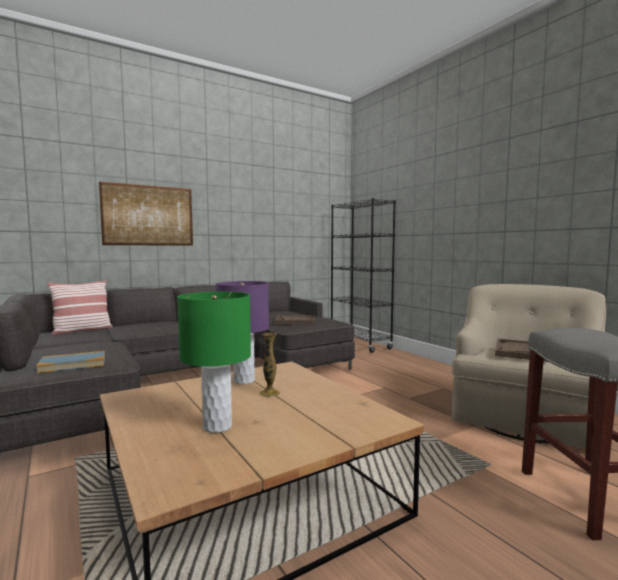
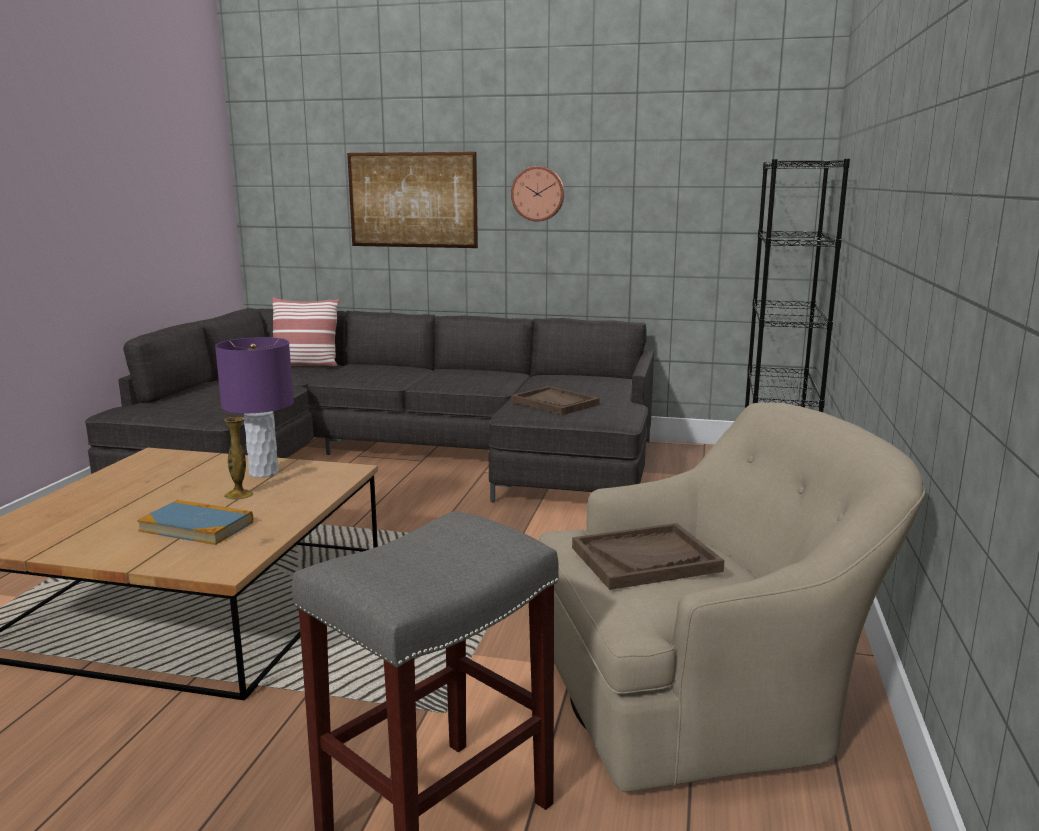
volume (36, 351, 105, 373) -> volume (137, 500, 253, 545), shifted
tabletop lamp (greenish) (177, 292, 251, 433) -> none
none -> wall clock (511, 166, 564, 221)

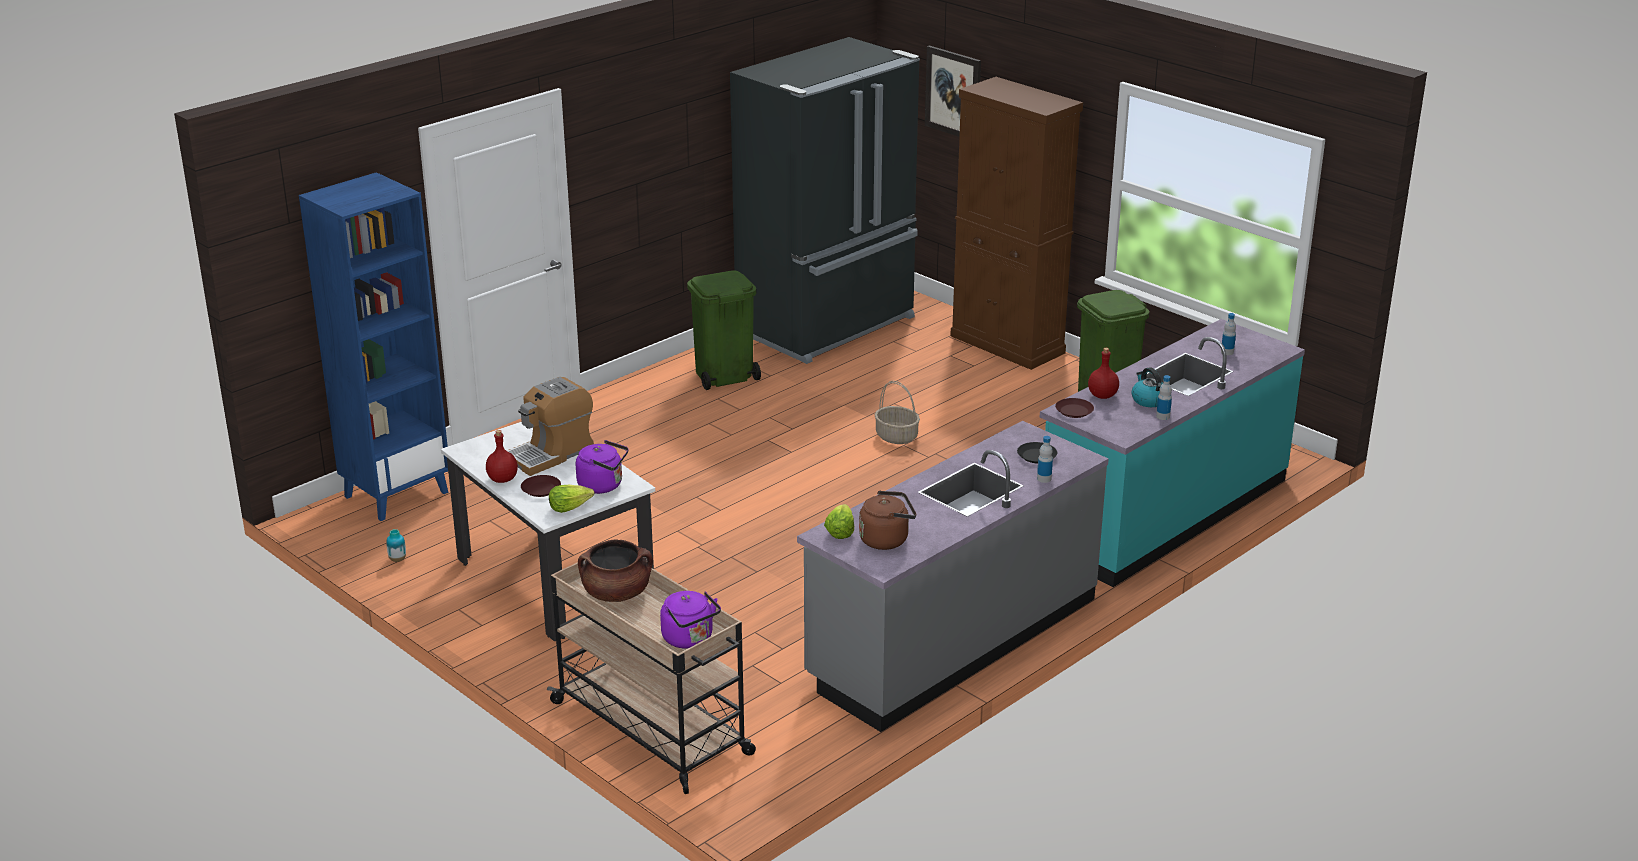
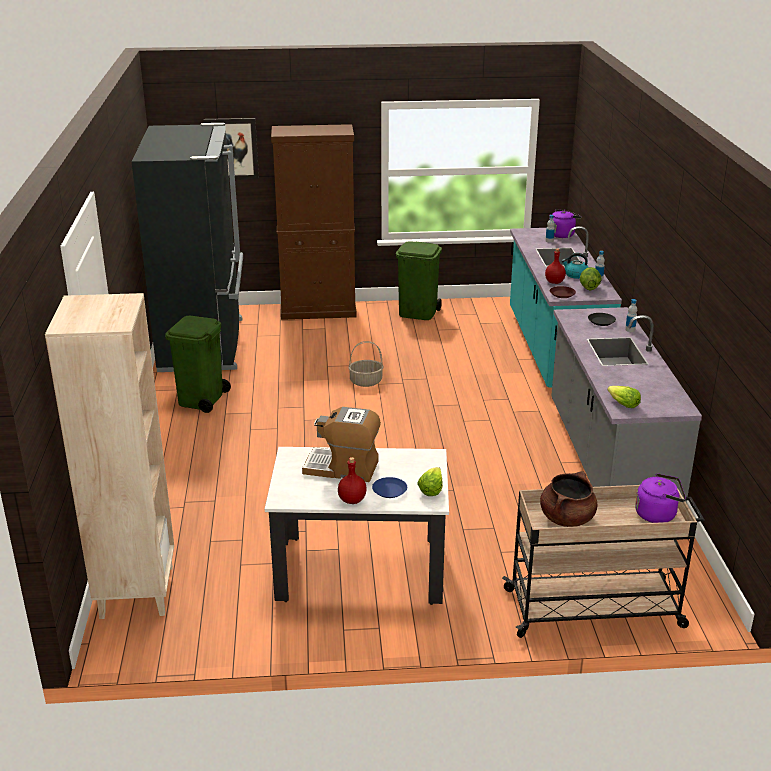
bookshelf (blue-coloured) (299, 172, 448, 521) -> bookshelf (beige) (45, 293, 174, 619)
vase (386, 529, 406, 562) -> none
coffee machine (507, 377, 594, 476) -> coffee machine (302, 407, 381, 482), 105 degrees clockwise
flat dish (brown) (521, 475, 561, 497) -> flat dish (blue-coloured) (372, 477, 407, 498)
water kettle (purplish) (576, 440, 629, 494) -> water kettle (purplish) (549, 209, 581, 238), shifted
water kettle (brown) (859, 491, 916, 550) -> none
none -> lettuce (580, 267, 602, 291)

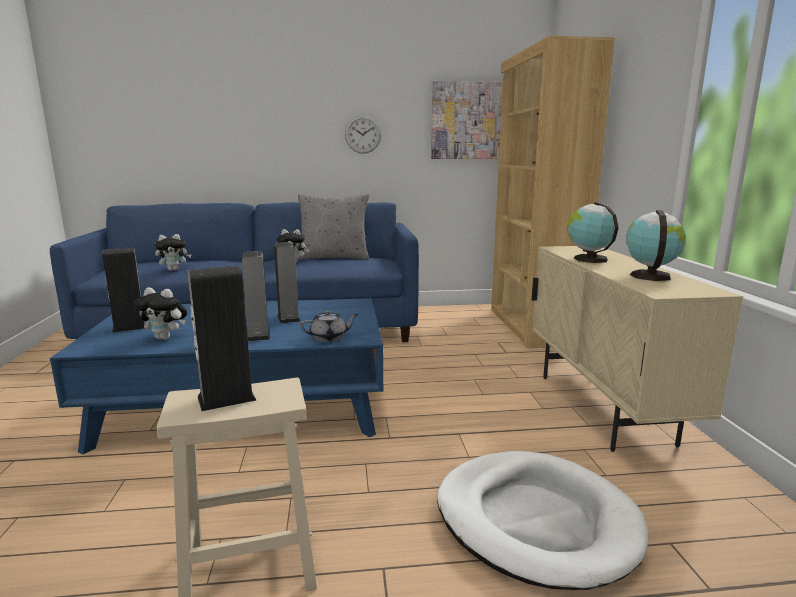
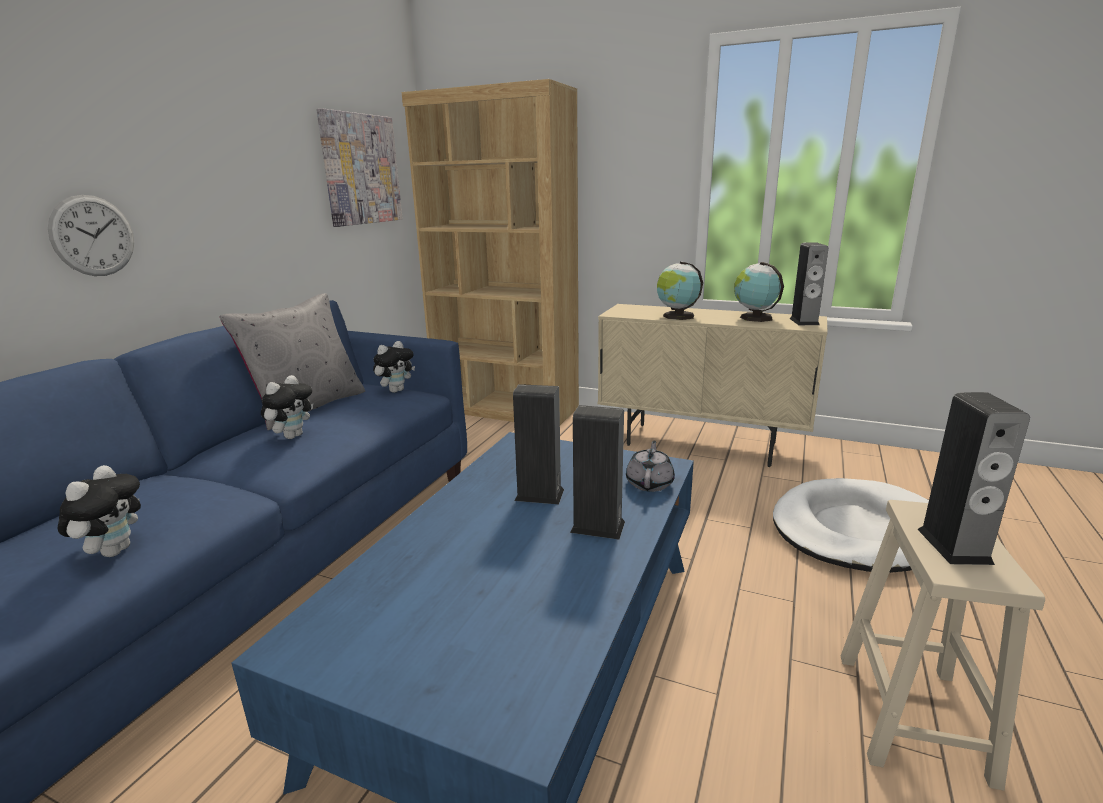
speaker (102, 248, 146, 333) -> speaker (790, 242, 828, 325), shifted
plush toy (134, 287, 187, 340) -> plush toy (373, 341, 415, 393), shifted
wall clock (345, 115, 381, 154) -> wall clock (48, 195, 134, 276), shifted

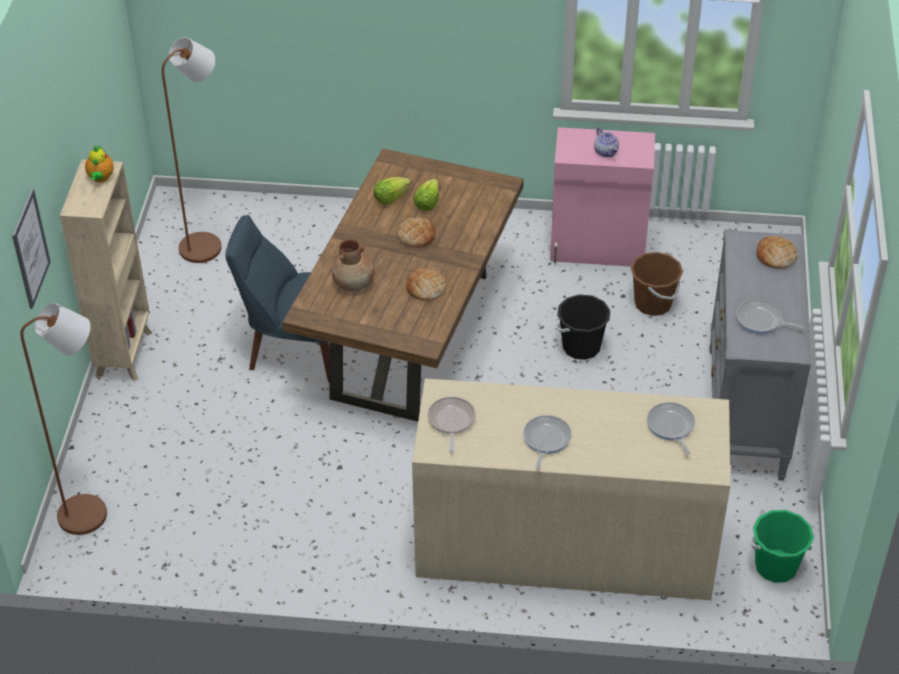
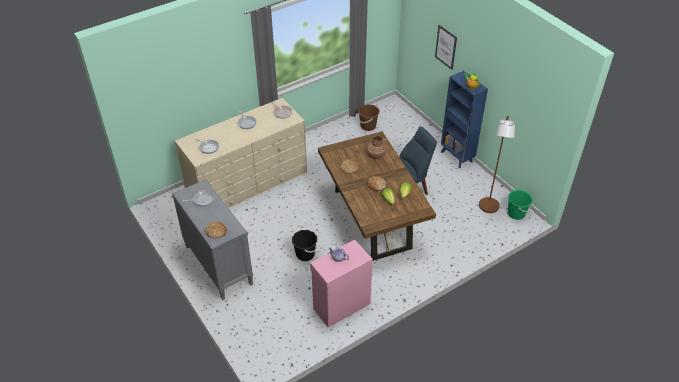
floor lamp (brown) (20, 303, 107, 535) -> none
bookshelf (beige) (60, 159, 152, 381) -> bookshelf (blue-coloured) (441, 71, 488, 168)
water bucket (brown) (631, 252, 683, 316) -> water bucket (brown) (358, 104, 380, 131), shifted
water bucket (greenish) (751, 510, 814, 583) -> water bucket (greenish) (508, 190, 533, 220), shifted

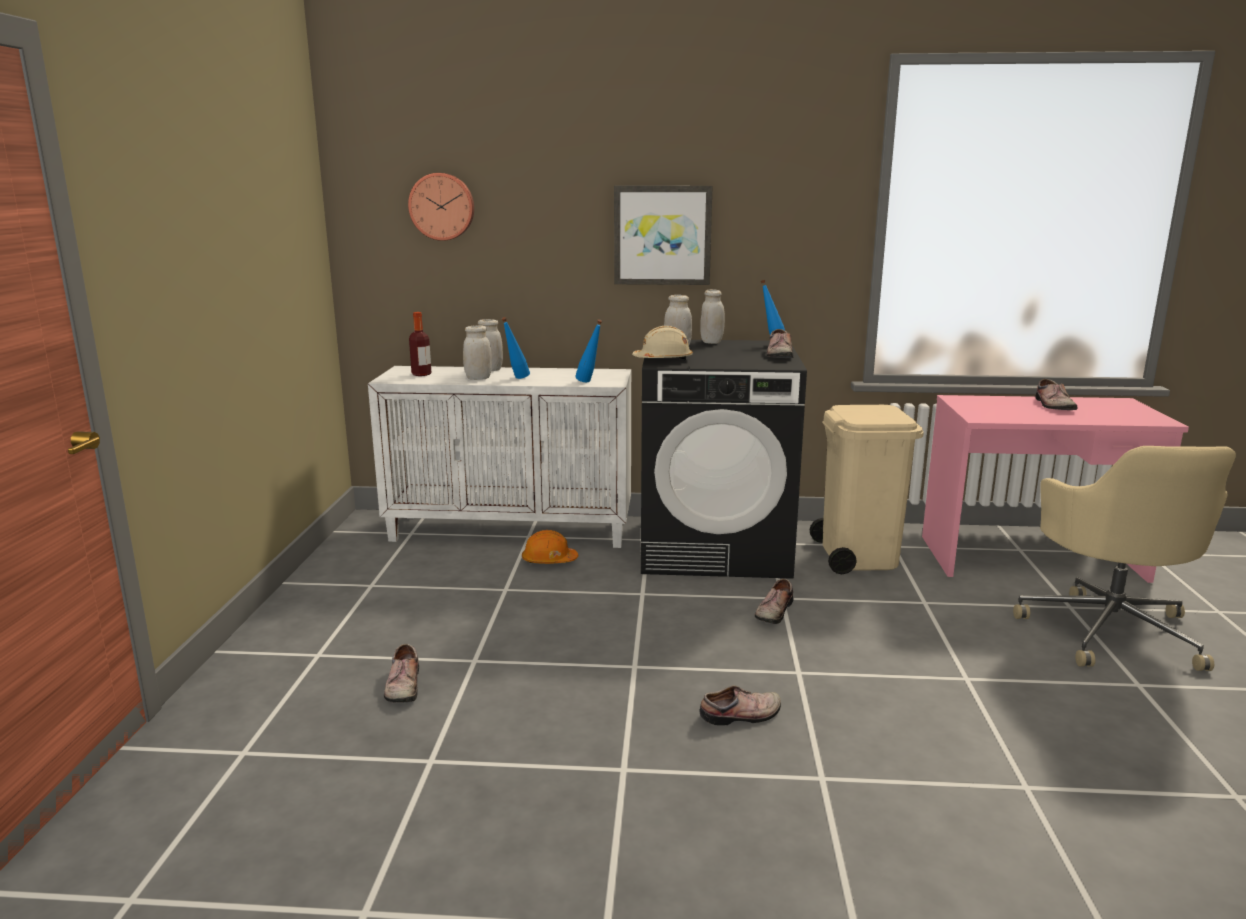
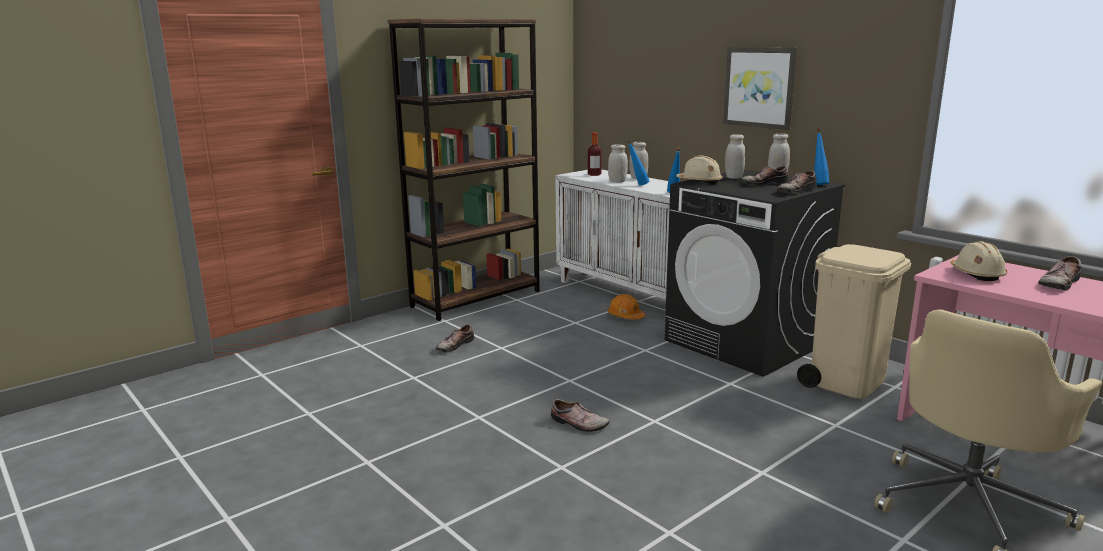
wall clock (408, 173, 474, 241) -> none
shoe (755, 579, 793, 624) -> shoe (741, 166, 788, 186), shifted
none -> bookshelf (brown) (388, 19, 540, 321)
none -> hard hat (beige) (950, 241, 1007, 281)

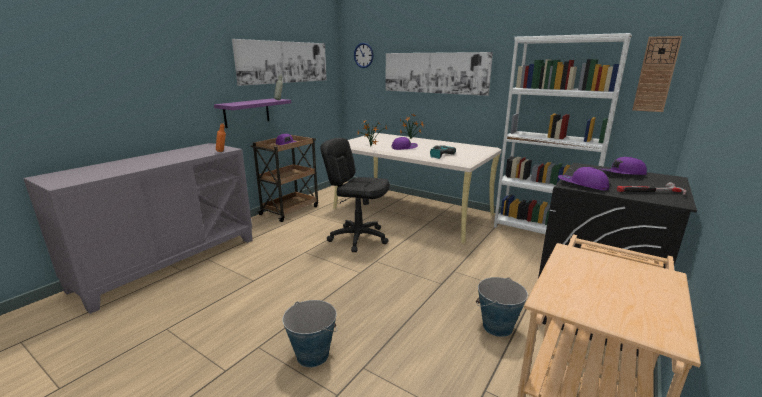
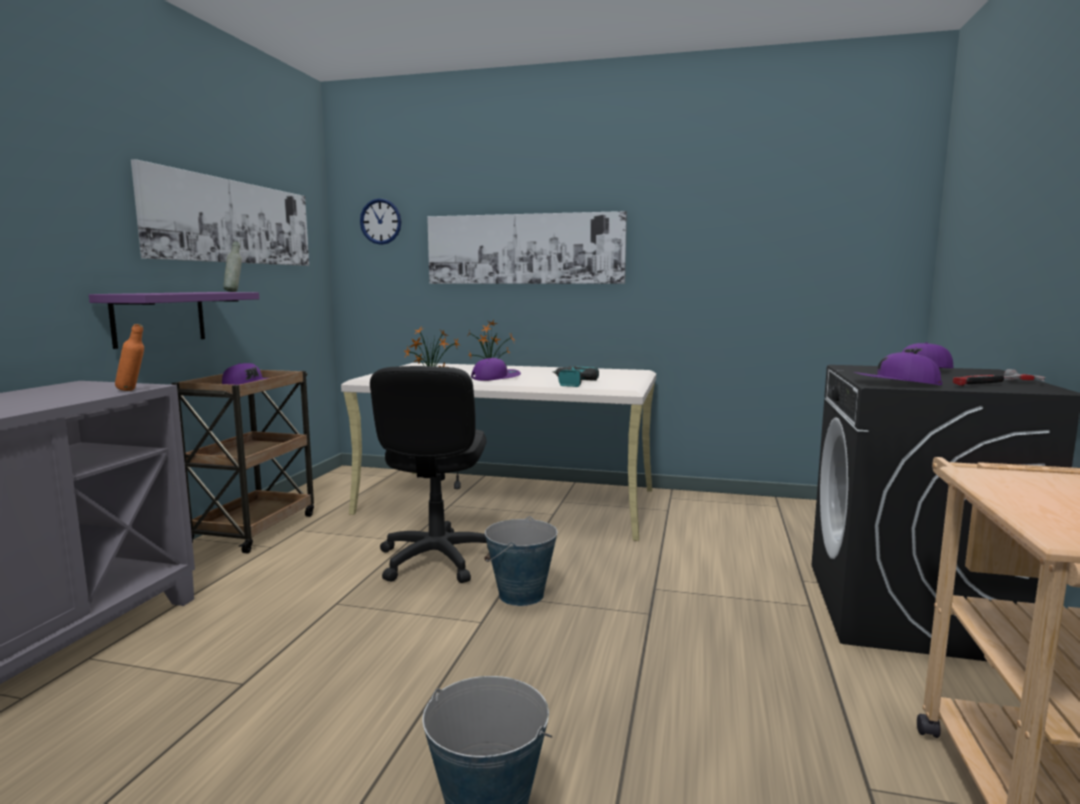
computer chair (blackish) (320, 138, 390, 252) -> computer chair (blackish) (370, 366, 489, 583), 90 degrees counterclockwise
water bucket (476, 277, 528, 337) -> water bucket (484, 516, 557, 606), shifted
bookshelf (white-coloured) (494, 33, 632, 234) -> none
wall clock (632, 36, 682, 112) -> none

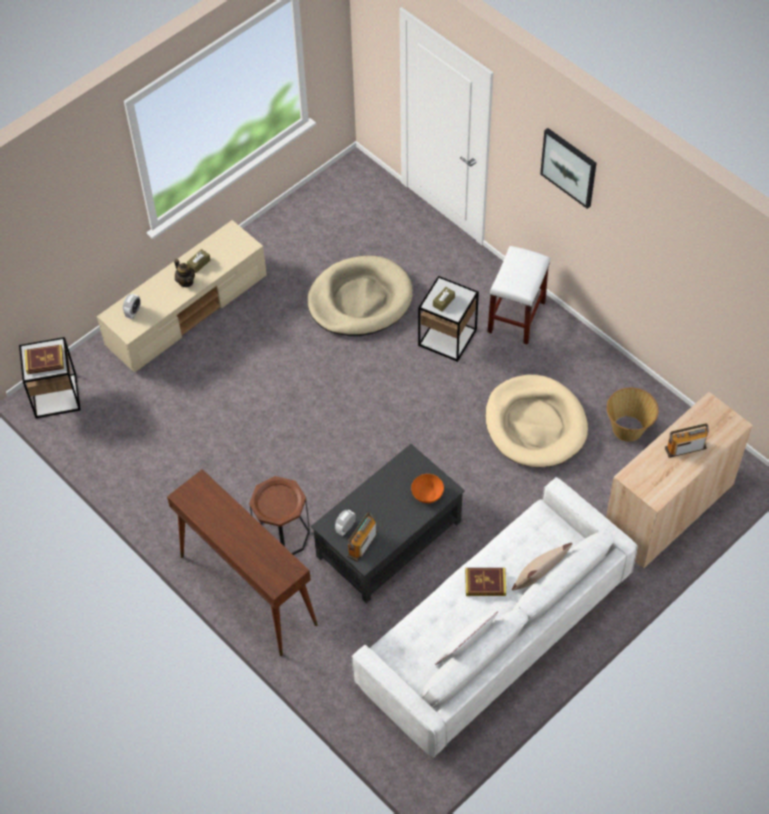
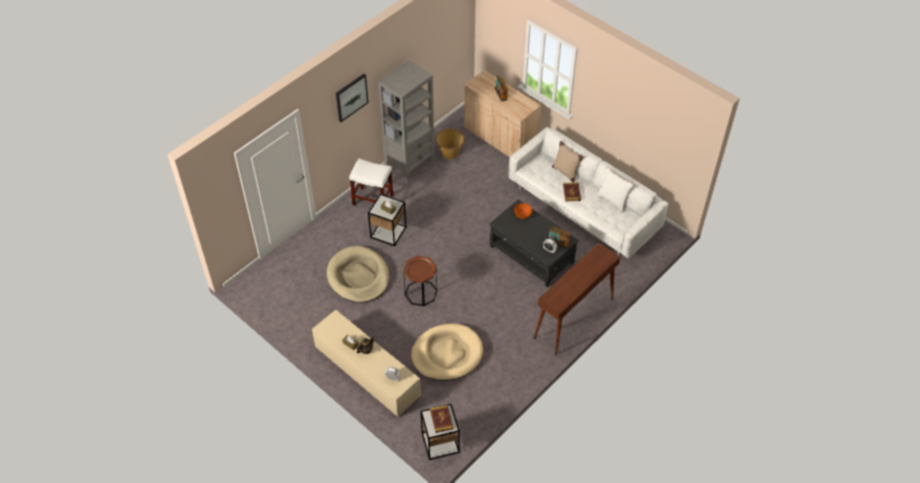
end table (brown) (249, 476, 310, 555) -> end table (brown) (403, 255, 437, 306), shifted
pet bed (beige) (485, 375, 588, 468) -> pet bed (beige) (411, 324, 483, 381), shifted
none -> bookshelf (grey) (378, 60, 435, 183)

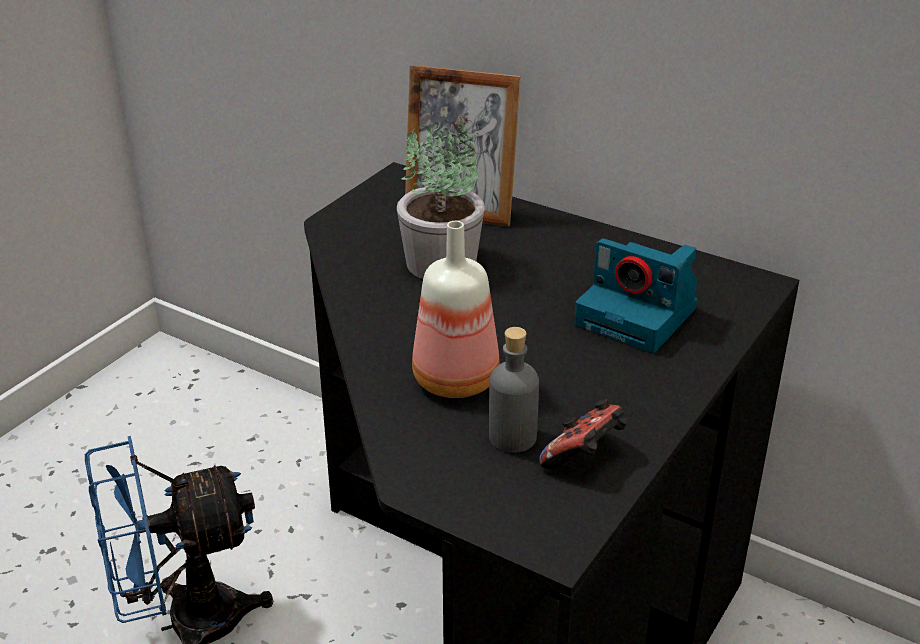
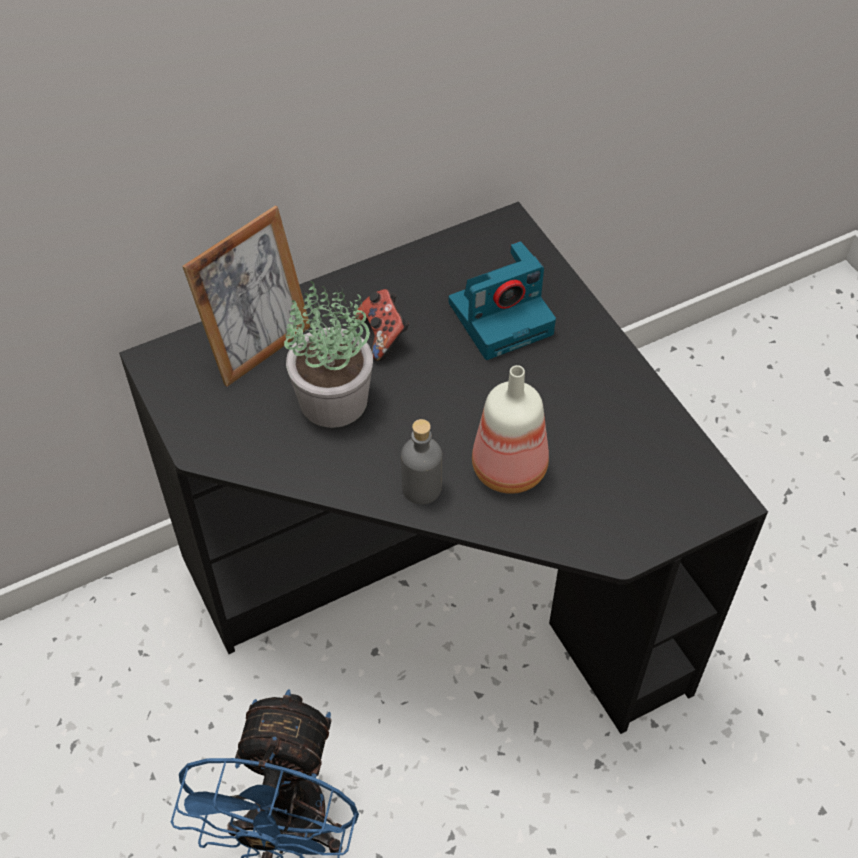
beverage bottle (grey) (489, 327, 539, 453) -> beverage bottle (grey) (401, 419, 442, 505), shifted
joypad (539, 399, 627, 470) -> joypad (355, 289, 409, 361), shifted

